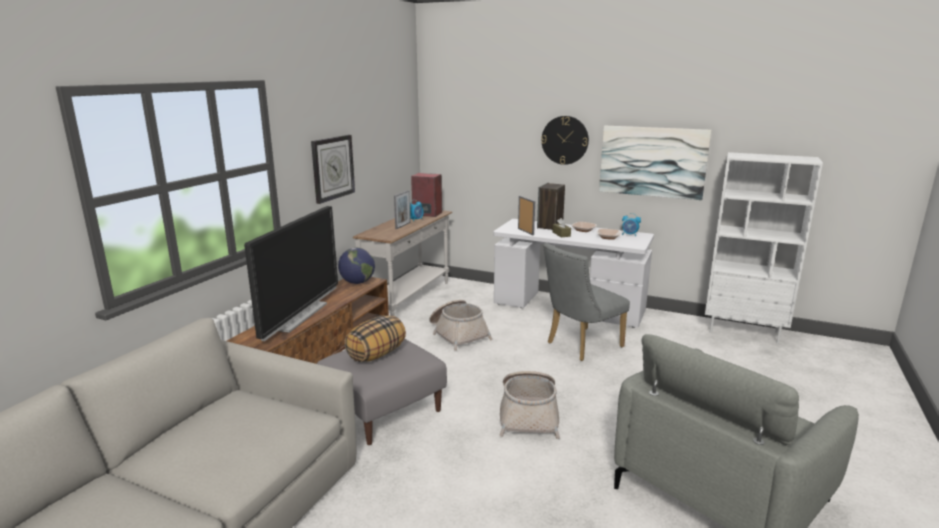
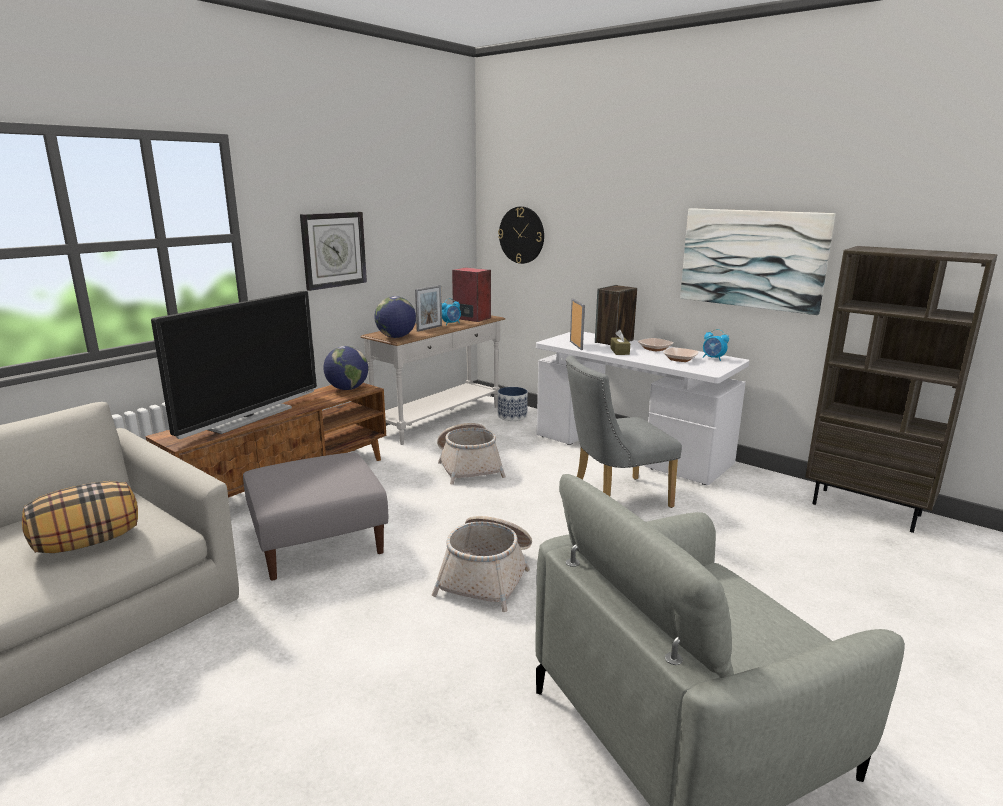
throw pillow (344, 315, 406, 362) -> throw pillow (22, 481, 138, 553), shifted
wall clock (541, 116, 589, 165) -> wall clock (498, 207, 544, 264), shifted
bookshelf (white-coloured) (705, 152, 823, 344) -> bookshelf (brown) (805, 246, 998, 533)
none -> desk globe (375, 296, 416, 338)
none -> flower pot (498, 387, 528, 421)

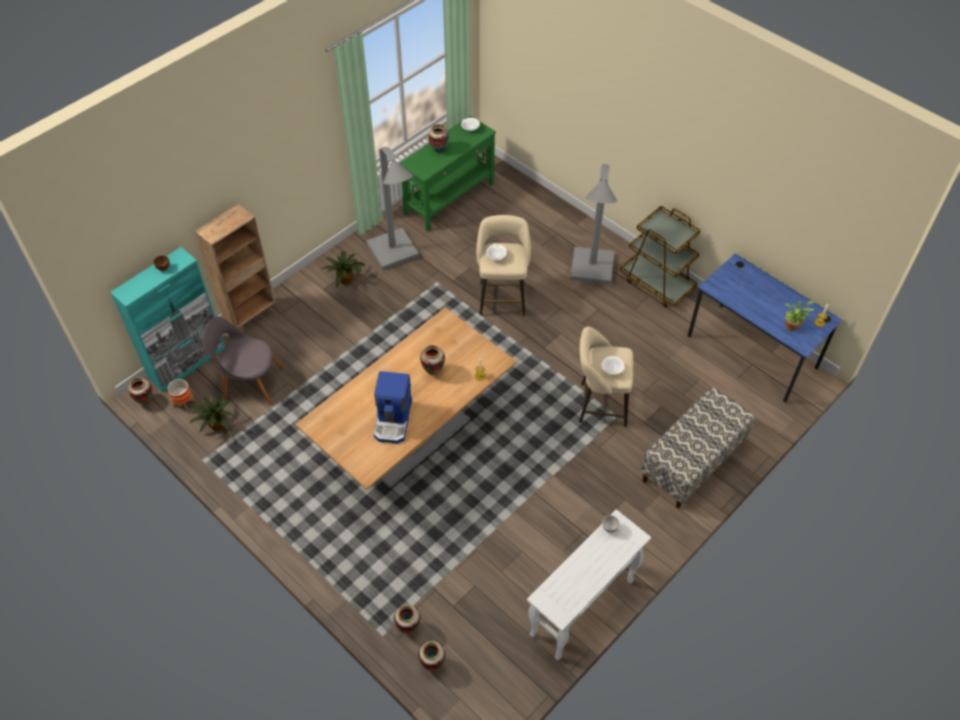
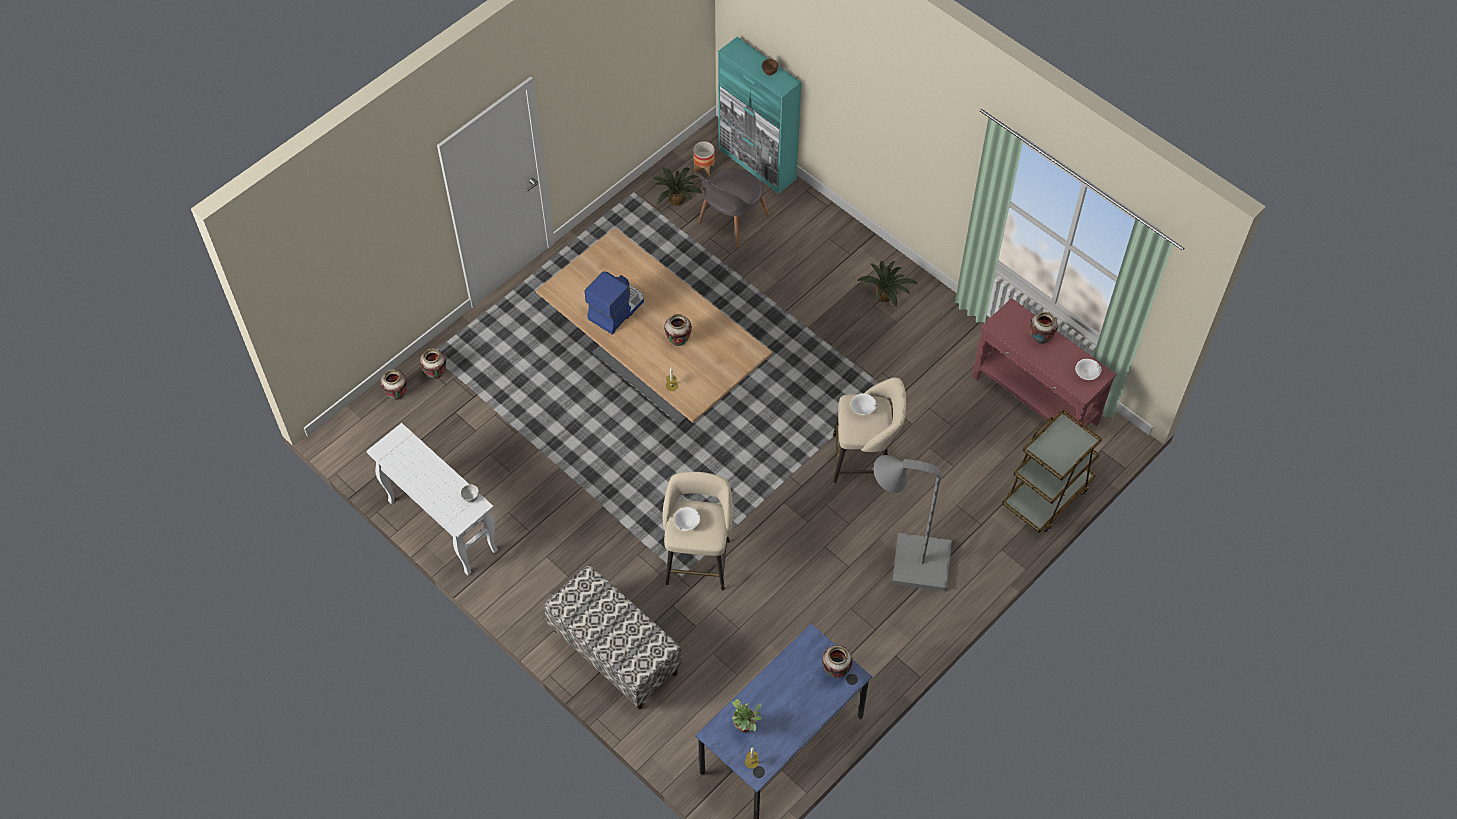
vase (128, 377, 152, 404) -> vase (822, 645, 853, 678), shifted
bookshelf (brown) (195, 204, 276, 333) -> none
plain chair (grey) (203, 316, 283, 405) -> plain chair (grey) (697, 168, 769, 248), 150 degrees counterclockwise
floor lamp (grey) (366, 147, 419, 271) -> none
coffee machine (374, 371, 412, 444) -> coffee machine (584, 271, 644, 334), 120 degrees clockwise
console table (greenish) (399, 115, 496, 232) -> console table (red-coloured) (972, 298, 1117, 428)
cart (brown) (620, 206, 701, 308) -> cart (brown) (1002, 409, 1102, 533), shifted

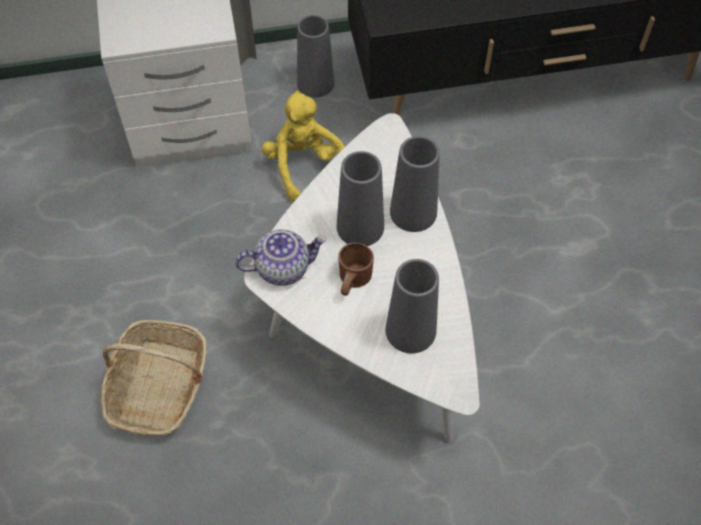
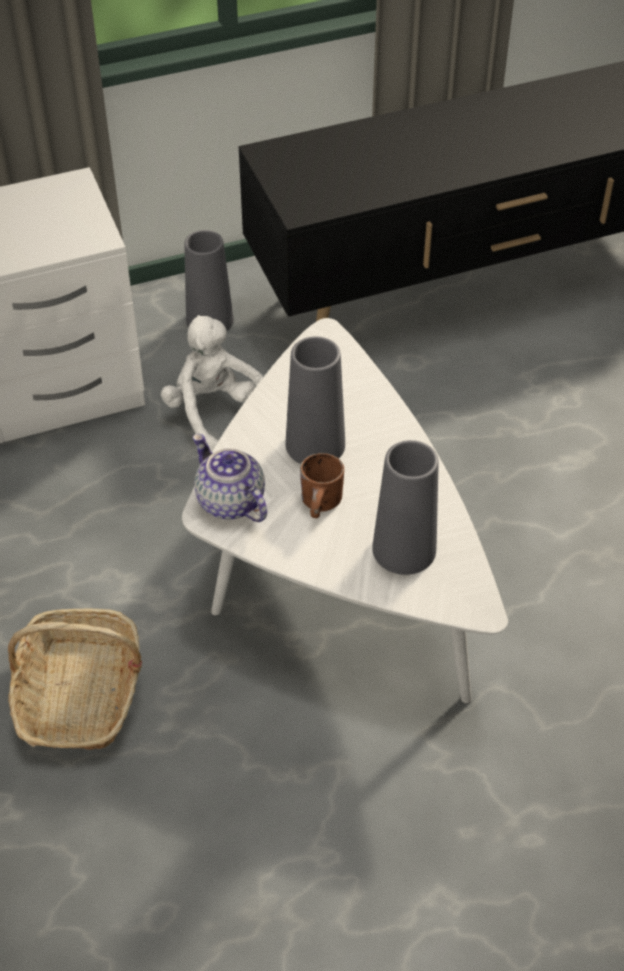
tea pot (235, 229, 327, 286) -> tea pot (193, 434, 267, 522), 105 degrees counterclockwise
plush toy (yellow) (262, 90, 345, 201) -> plush toy (white-coloured) (161, 315, 263, 451)
vase (grey) (390, 136, 440, 232) -> none

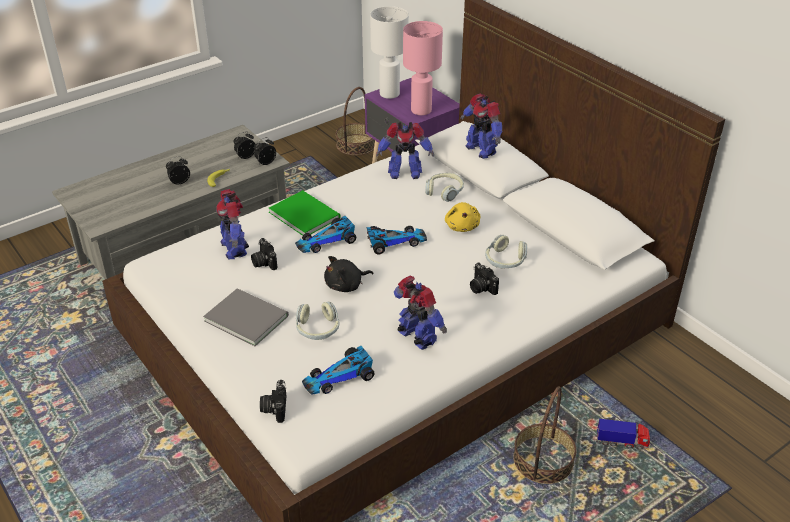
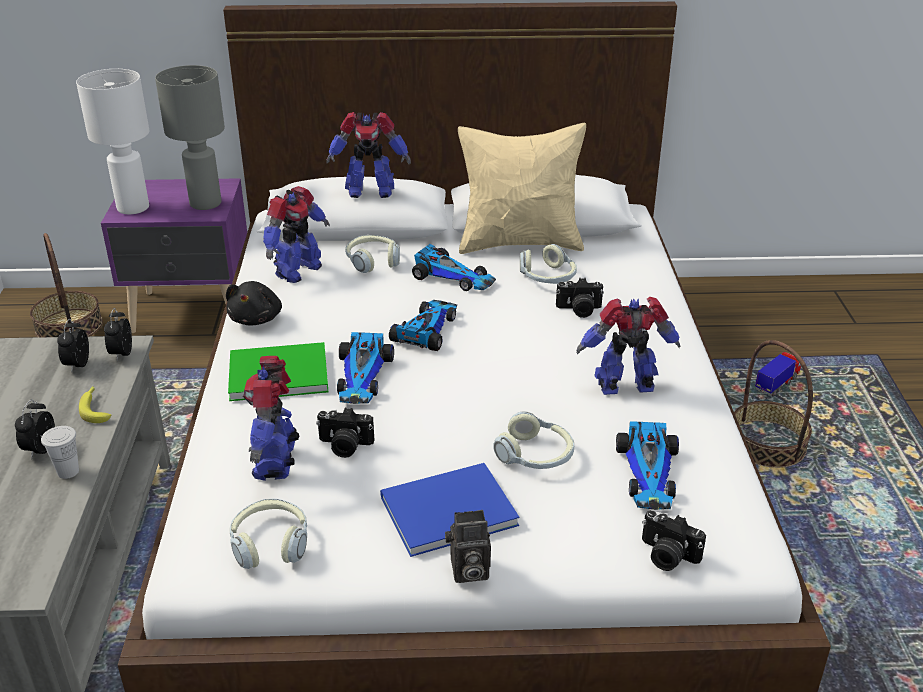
volume (grey) (203, 288, 289, 346) -> volume (blue-coloured) (380, 463, 519, 557)
robot figure (216, 189, 249, 259) -> robot figure (243, 356, 299, 481), 75 degrees clockwise
plush toy (blackish) (324, 256, 373, 292) -> plush toy (blackish) (226, 281, 282, 326), shifted
tabletop lamp (pink) (403, 21, 443, 115) -> tabletop lamp (grey) (155, 65, 225, 210)
plush toy (yellow) (445, 202, 480, 232) -> miniature car (412, 244, 496, 291)
none -> drinking cup (white-coloured) (41, 426, 79, 479)
none -> headset (230, 498, 307, 569)
none -> photo camera (445, 510, 491, 583)
none -> throw pillow (beige) (458, 123, 586, 254)

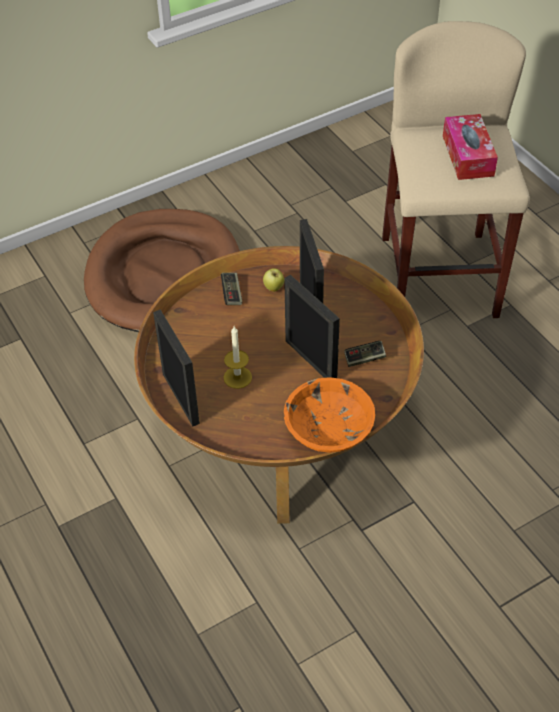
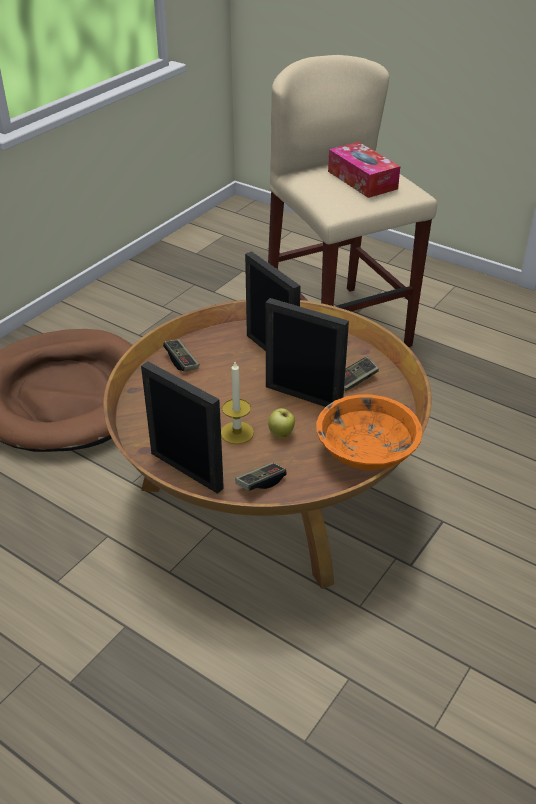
apple (263, 268, 284, 292) -> apple (268, 408, 295, 438), shifted
none -> joypad (235, 462, 287, 491)

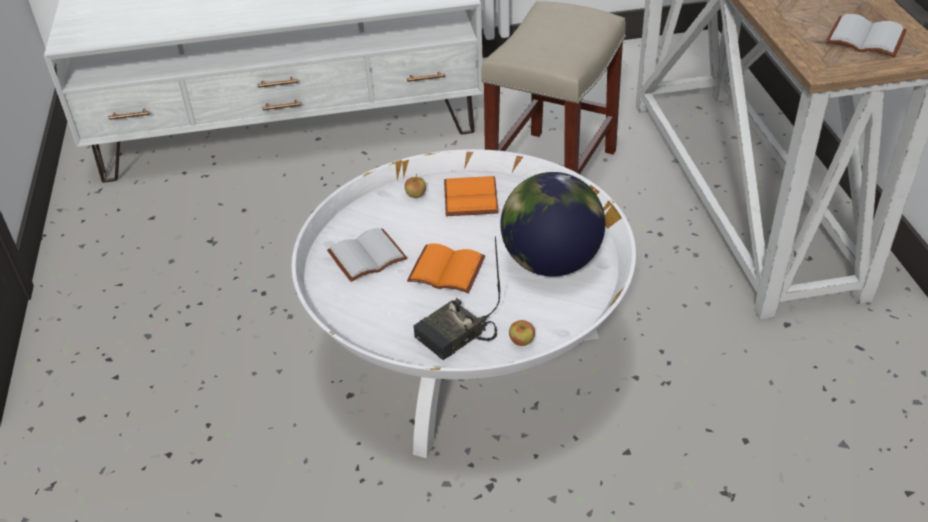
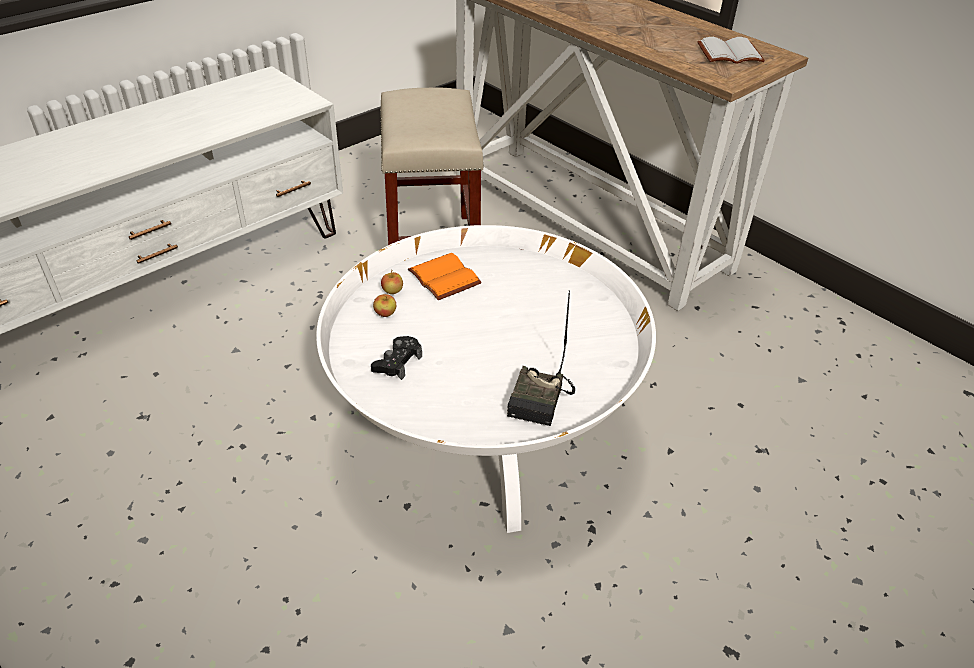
volume (white-coloured) (327, 228, 407, 282) -> joypad (blackish) (371, 336, 422, 380)
volume (orange) (407, 244, 485, 293) -> none
desk globe (501, 172, 605, 277) -> none
apple (509, 320, 535, 346) -> apple (373, 294, 396, 317), shifted

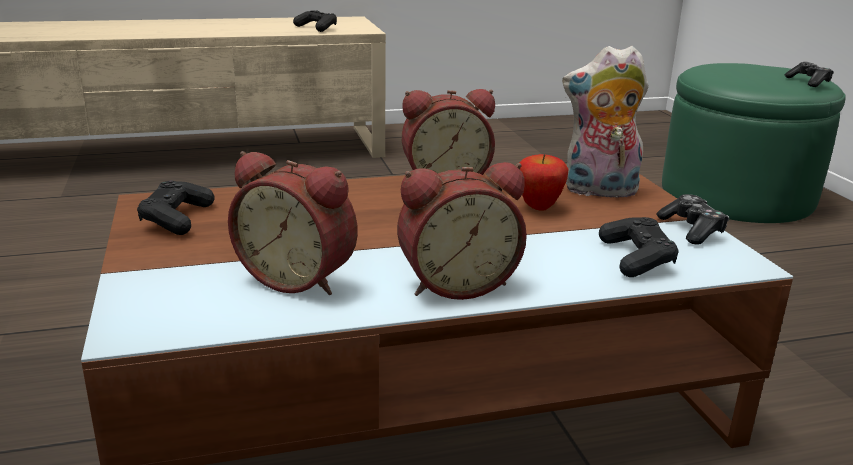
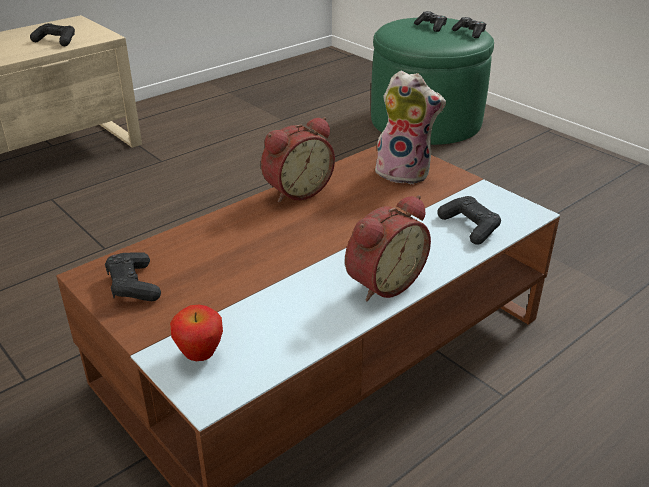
table clock (228, 151, 358, 295) -> none
apple (519, 154, 568, 211) -> apple (170, 305, 223, 361), shifted
plush toy (562, 45, 649, 197) -> plush toy (375, 71, 446, 184), 135 degrees counterclockwise
joypad (656, 194, 730, 245) -> joypad (414, 11, 447, 32), shifted

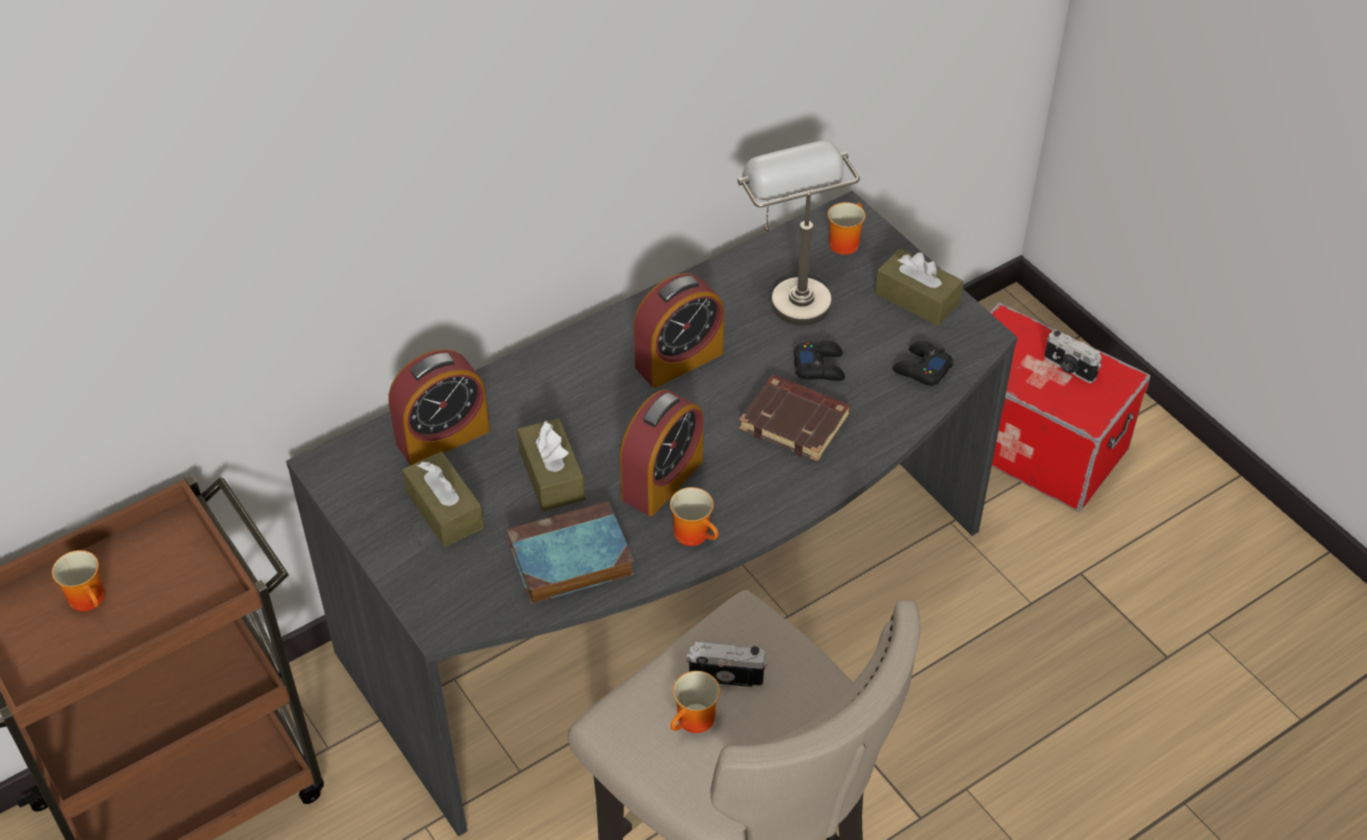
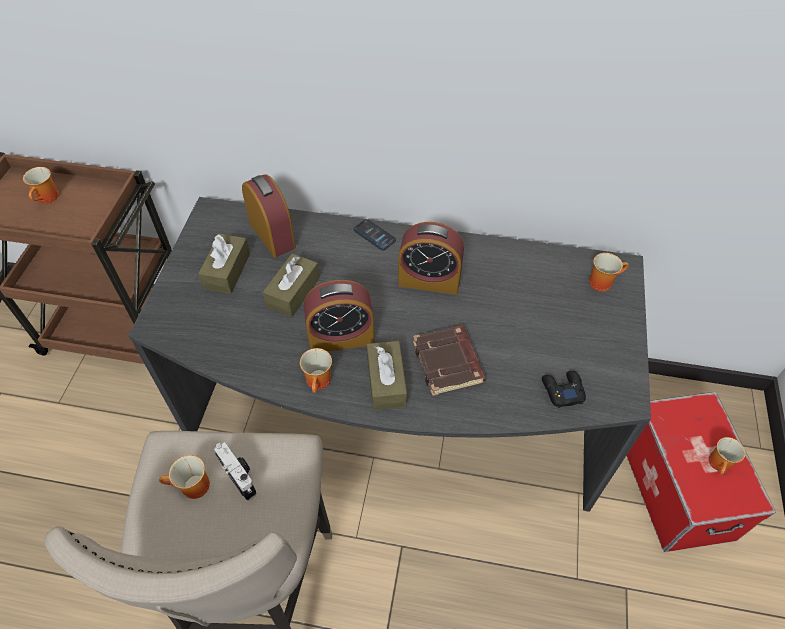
table clock (388, 349, 490, 465) -> table clock (242, 174, 296, 257), 135 degrees counterclockwise
volume (507, 501, 634, 604) -> none
tabletop lamp (grey) (738, 140, 860, 325) -> none
joypad (blackish) (794, 340, 845, 381) -> none
tissue holder (brown) (875, 248, 963, 326) -> tissue holder (brown) (367, 341, 407, 410), shifted
photo camera (1044, 330, 1102, 383) -> coffee mug (709, 437, 745, 474)
none -> telephone (353, 219, 396, 251)

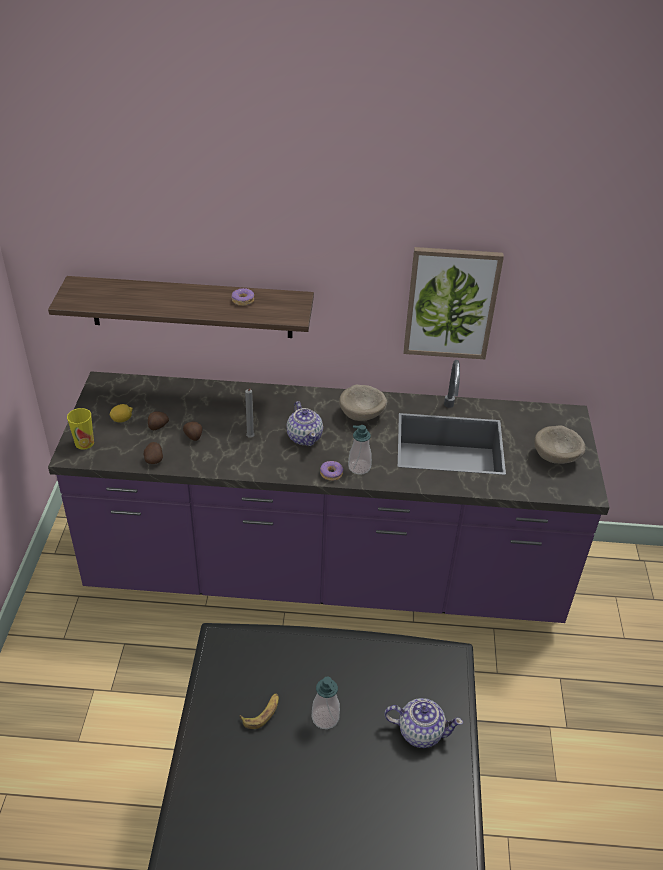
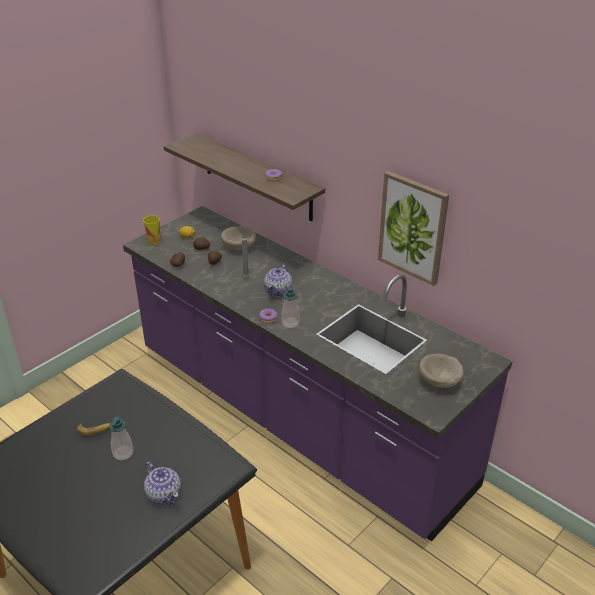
serving bowl (beige) (339, 385, 387, 421) -> serving bowl (beige) (221, 226, 256, 250), shifted

